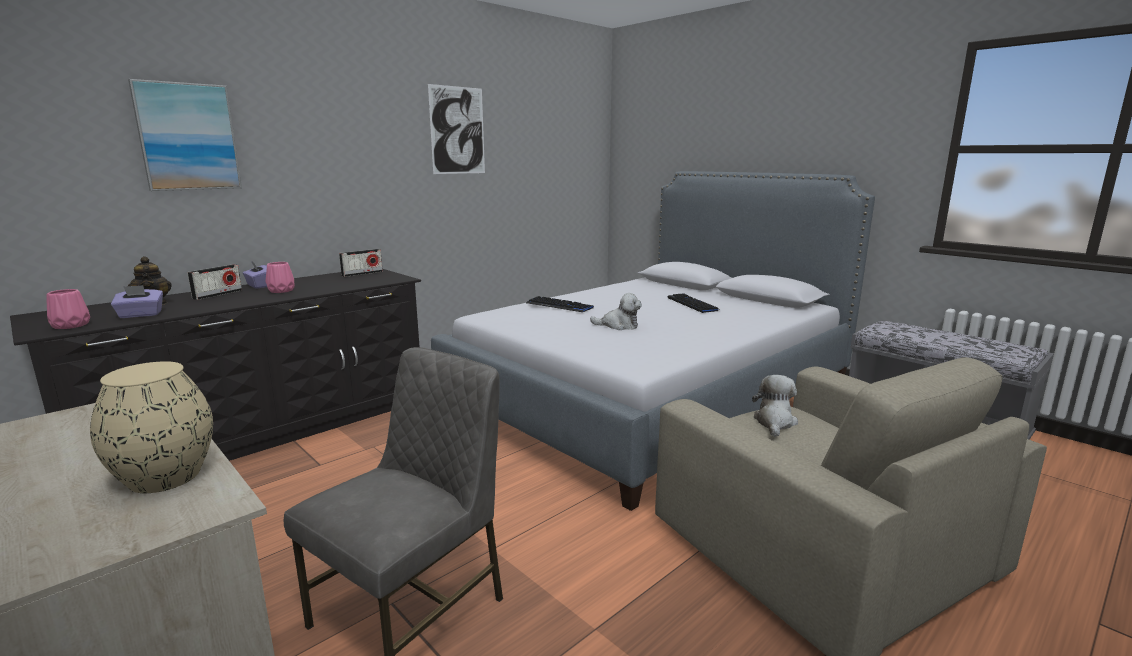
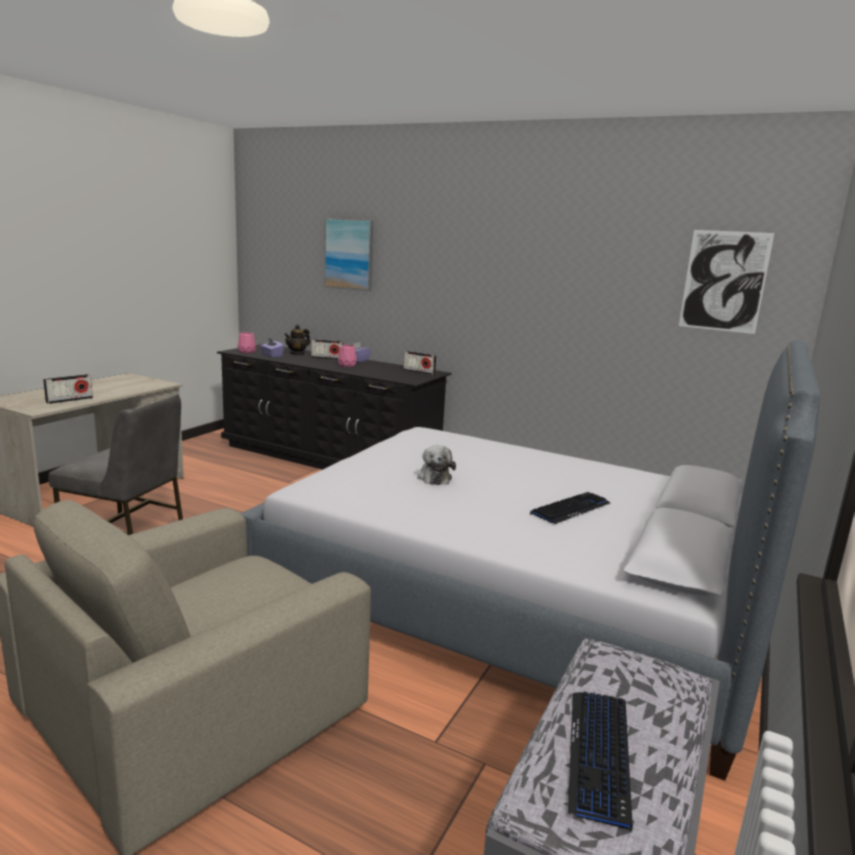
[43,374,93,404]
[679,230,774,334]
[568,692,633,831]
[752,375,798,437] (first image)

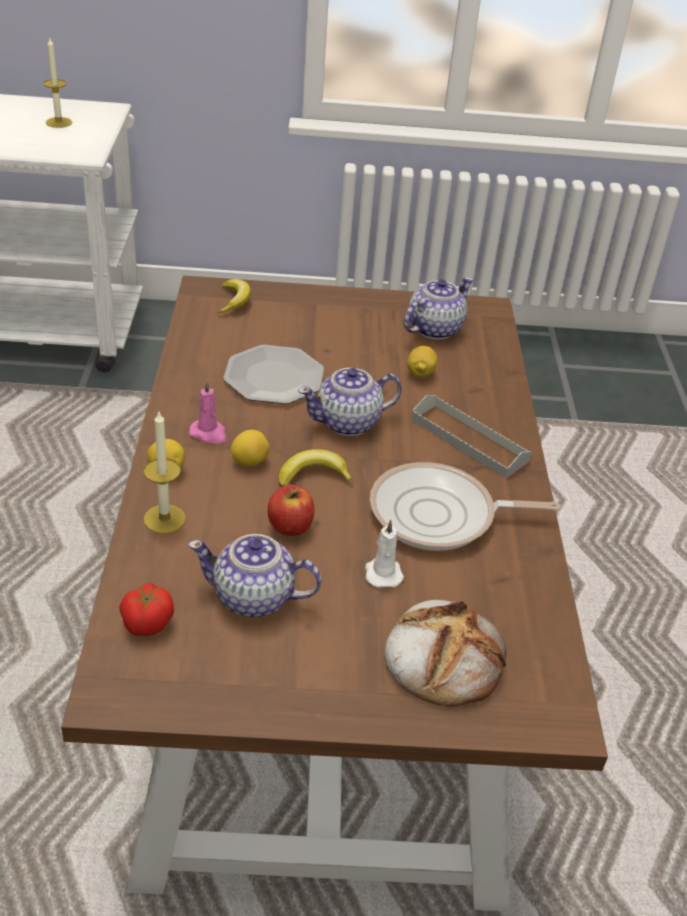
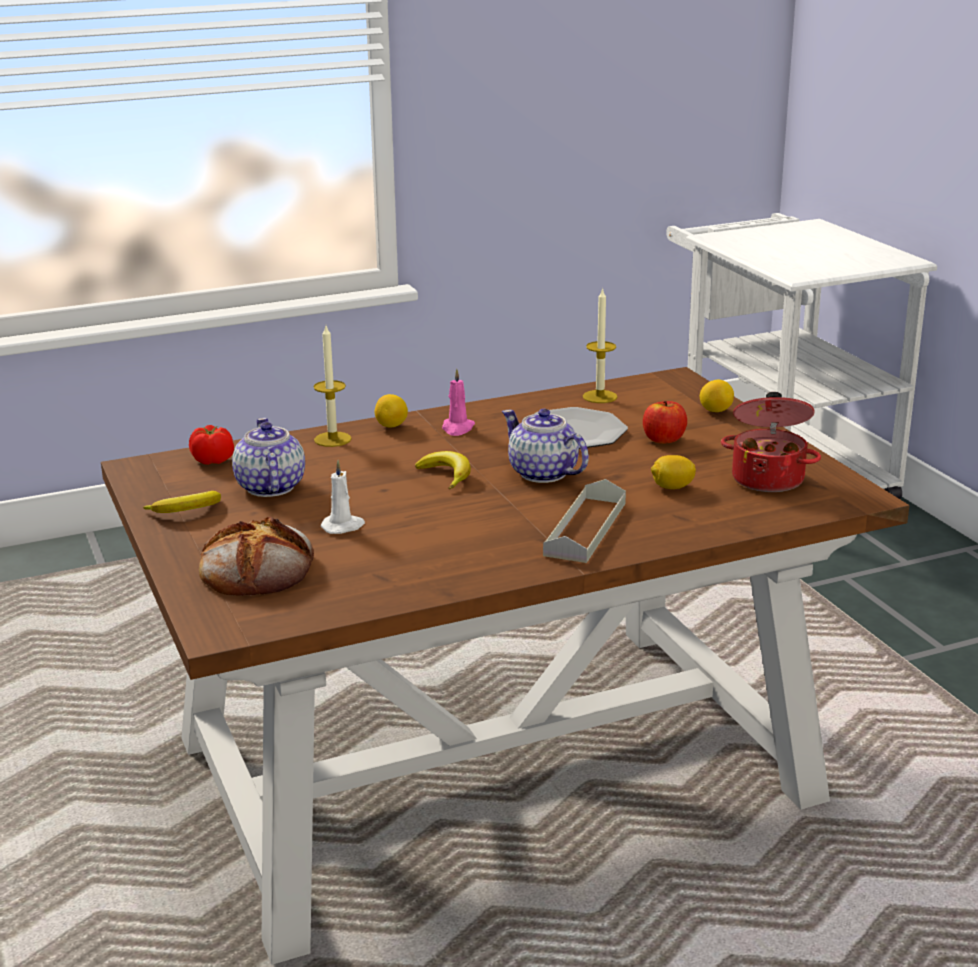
[583,287,617,403]
[143,491,221,513]
[700,380,734,412]
[643,401,687,444]
[370,462,560,551] (first image)
[721,392,821,492]

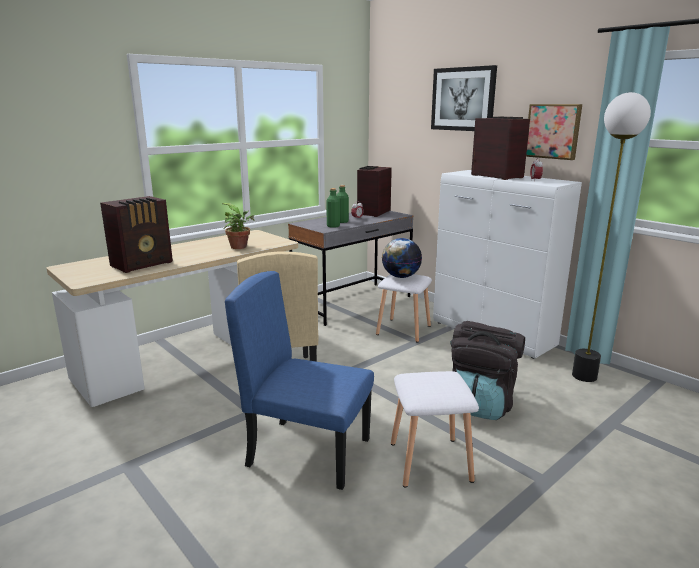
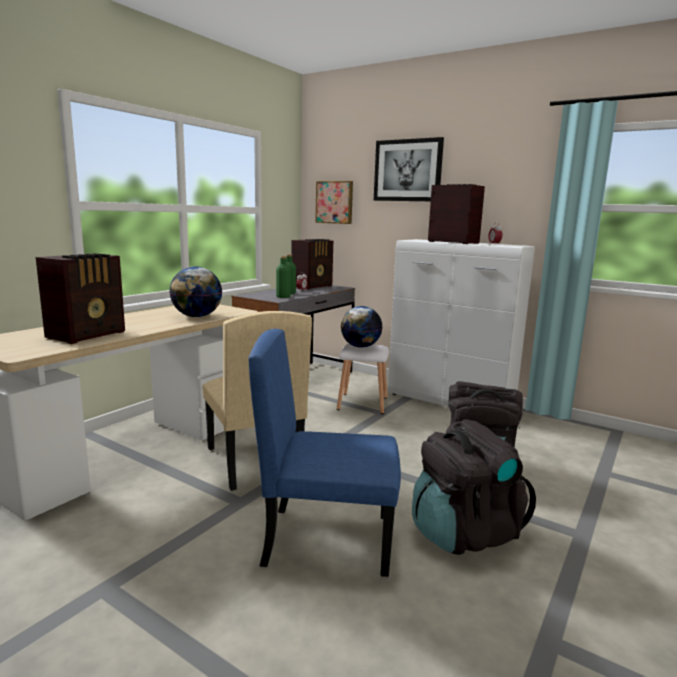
[169,266,222,317]
[291,239,333,289]
[412,419,536,555]
[315,181,353,224]
[572,92,651,382] (first image)

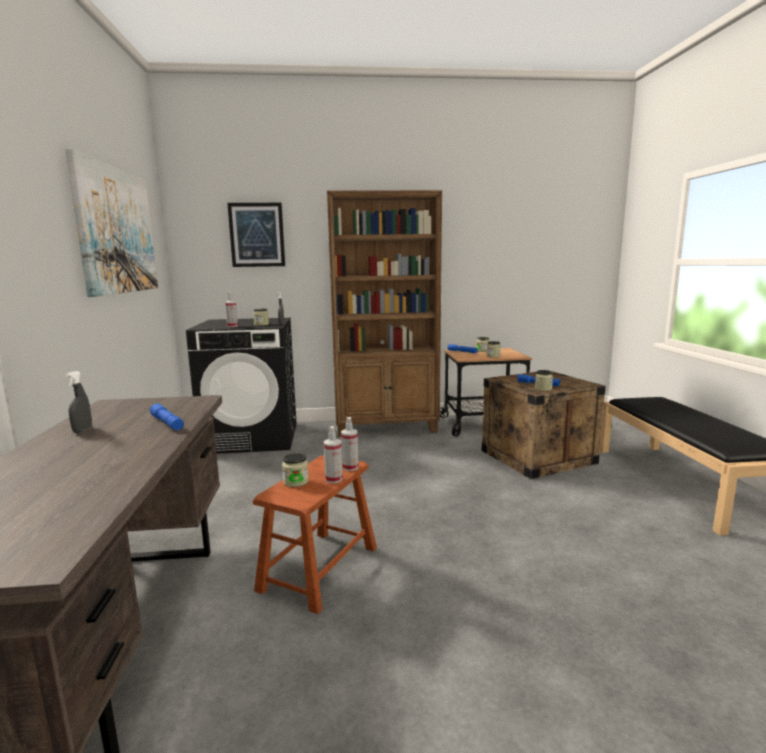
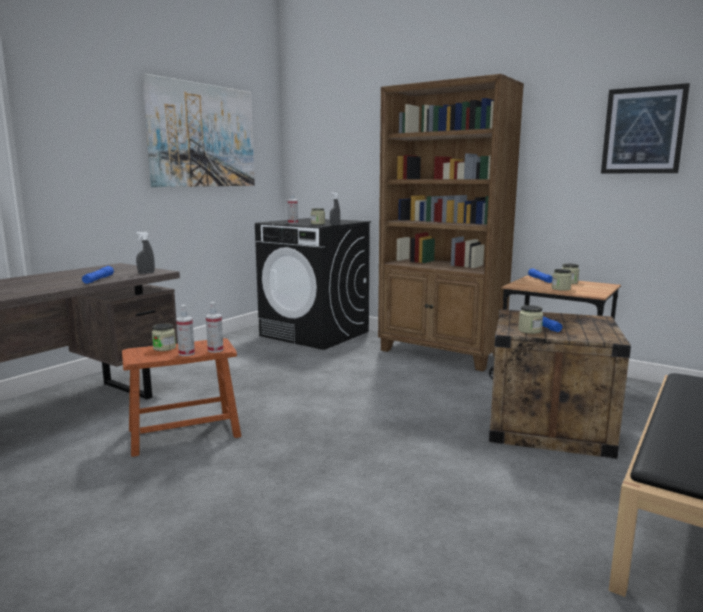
[136,231,155,274]
[601,83,690,174]

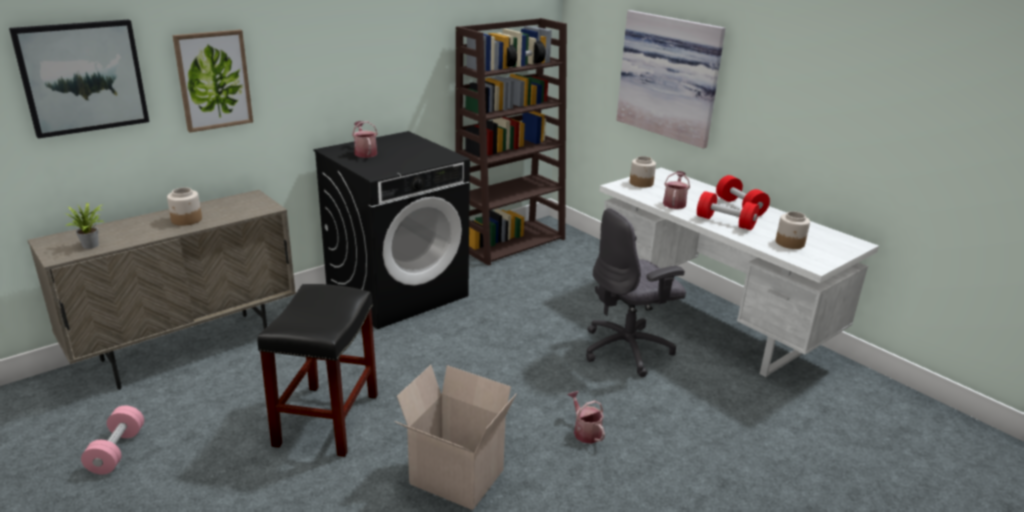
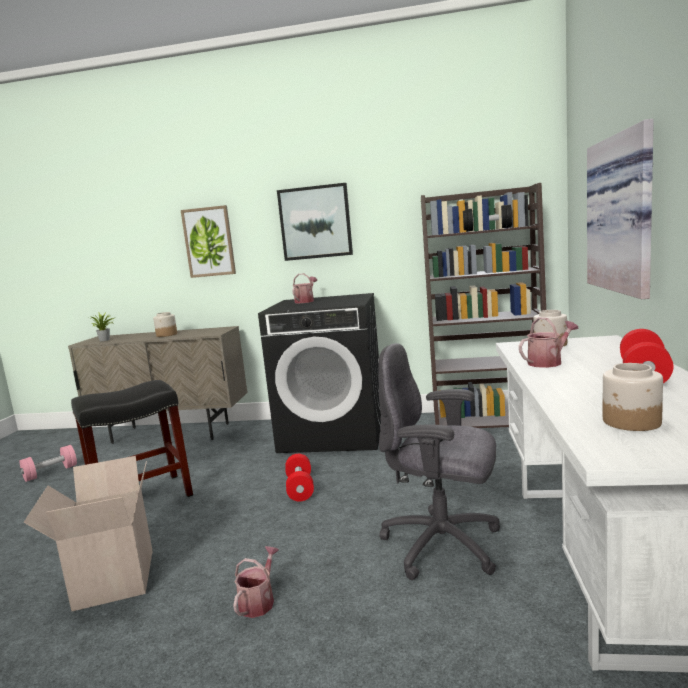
[277,183,353,261]
[285,454,314,501]

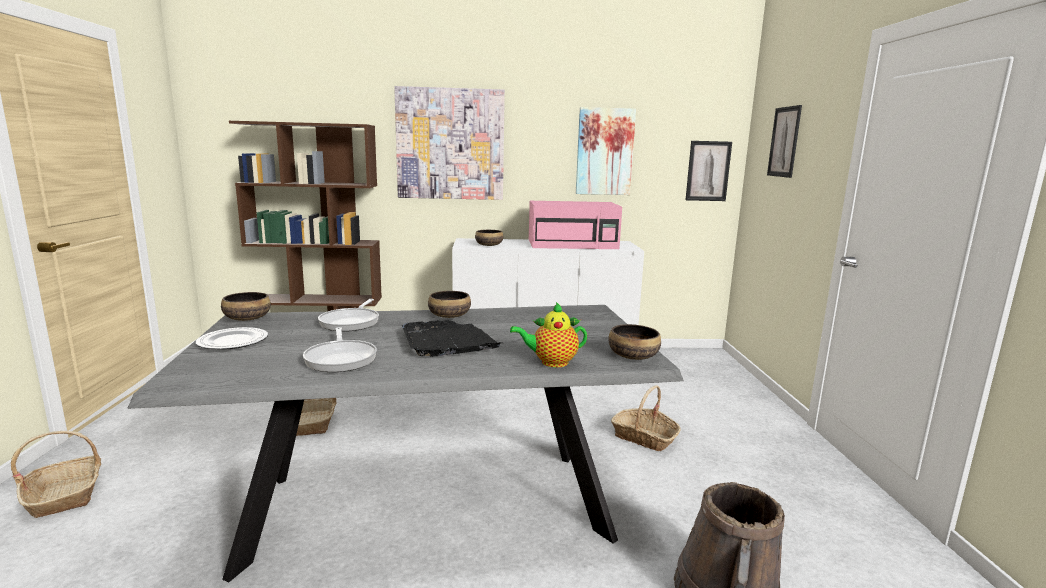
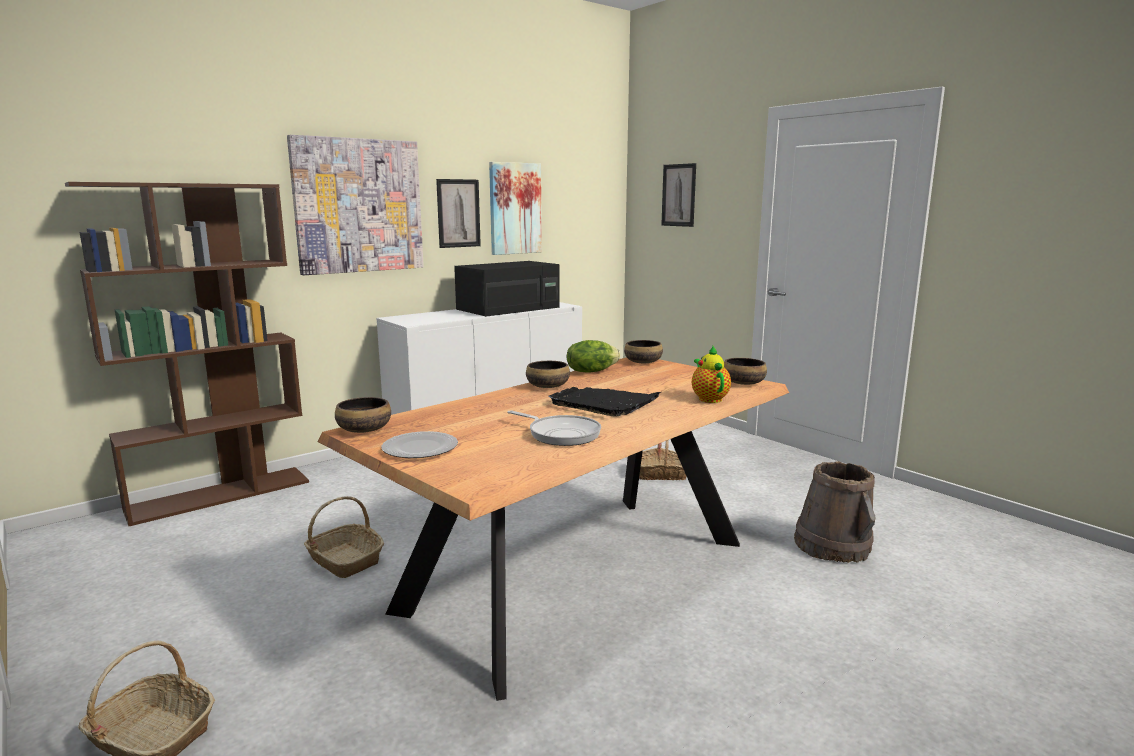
[317,357,789,701]
[318,299,379,332] (first image)
[624,340,663,363]
[692,346,731,403]
[454,261,560,317]
[436,179,481,248]
[567,340,620,373]

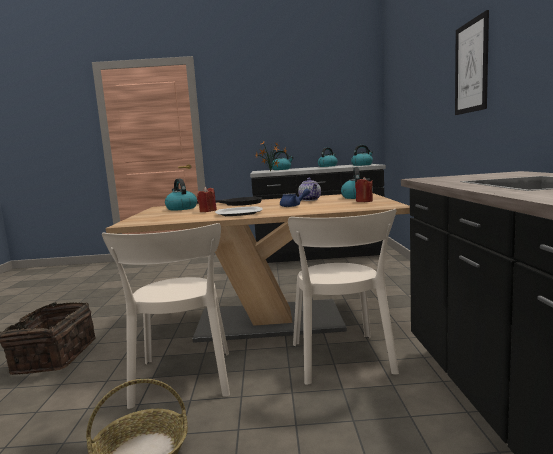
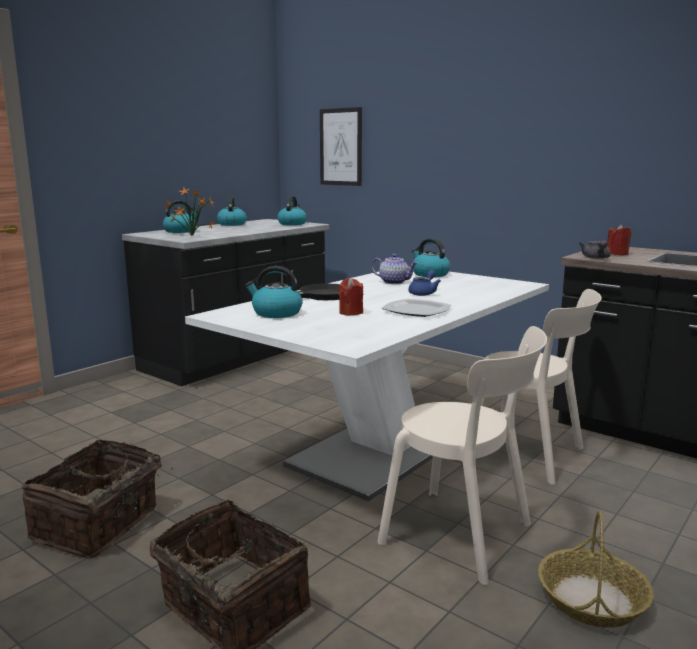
[185,266,549,501]
[607,224,631,255]
[320,107,362,186]
[22,439,173,559]
[579,240,611,259]

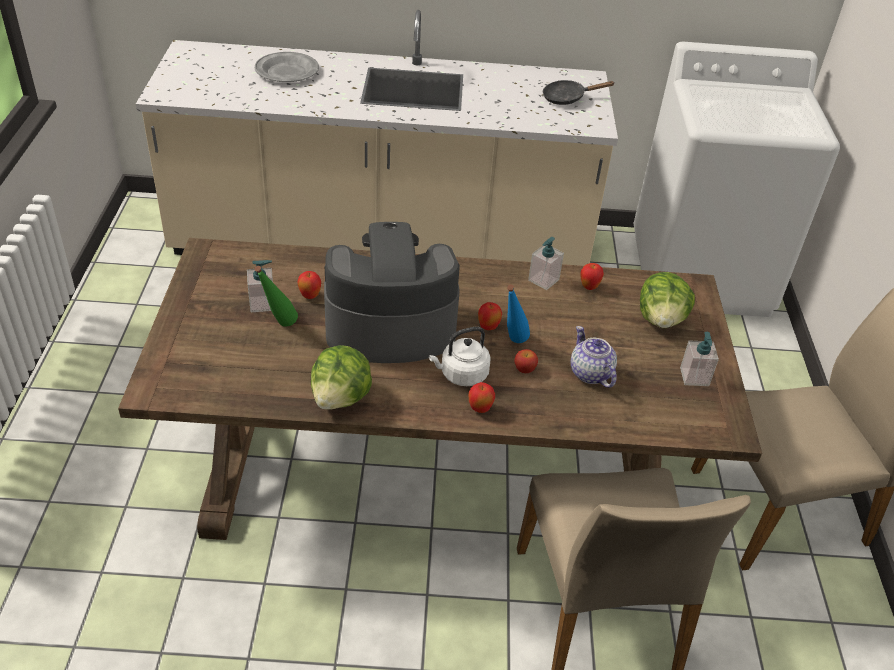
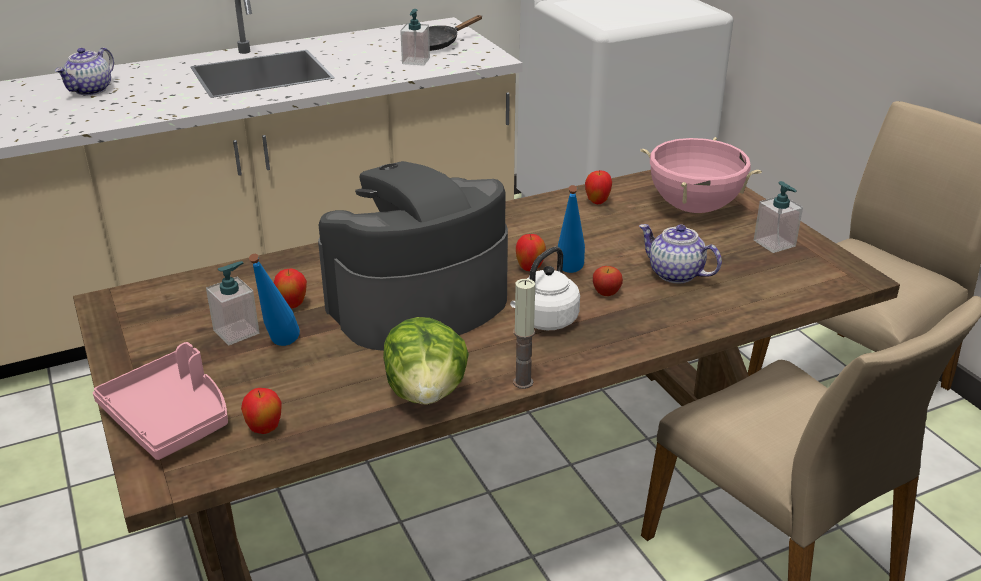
[249,254,300,346]
[55,48,114,95]
[241,388,282,434]
[400,9,430,66]
[640,137,762,213]
[93,342,228,460]
[513,279,535,389]

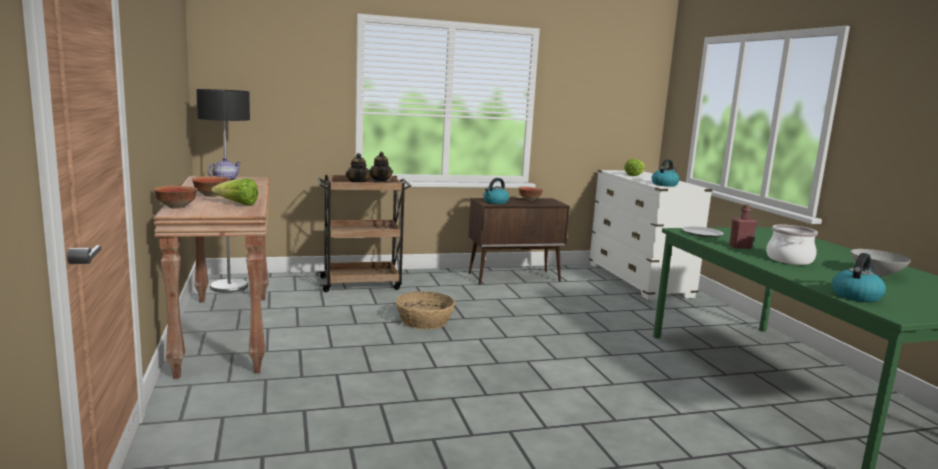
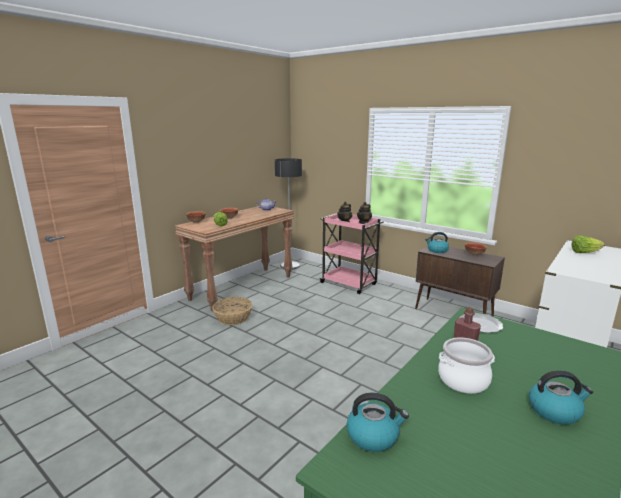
[319,213,384,294]
[212,297,253,325]
[529,370,593,424]
[851,249,911,276] (first image)

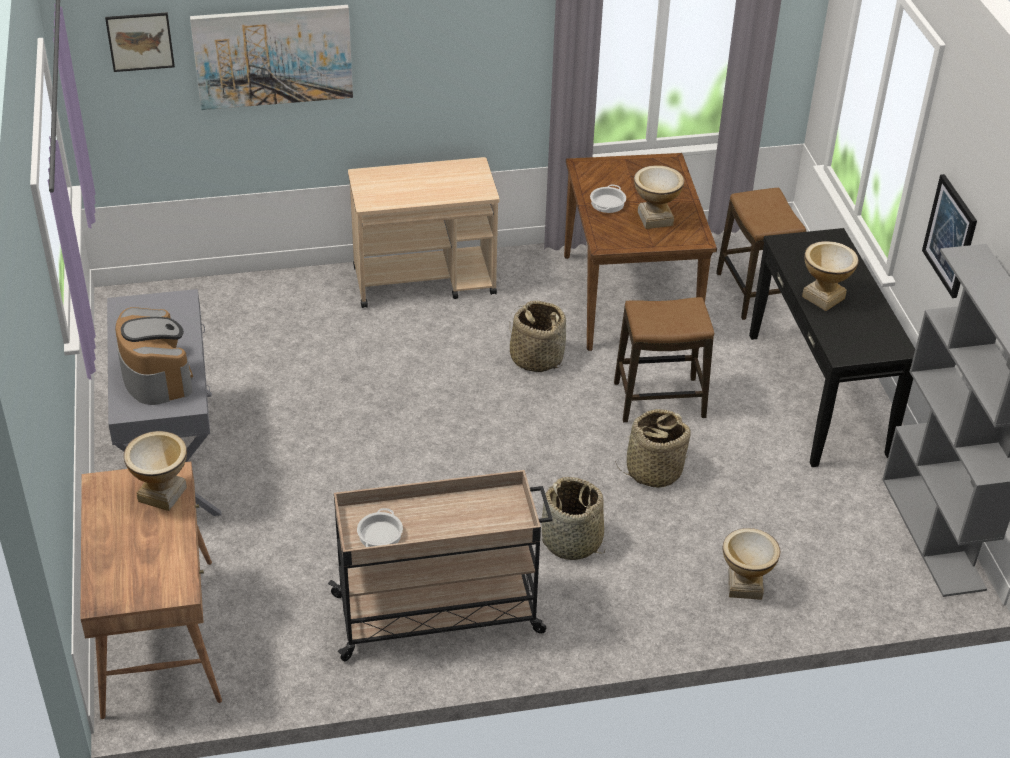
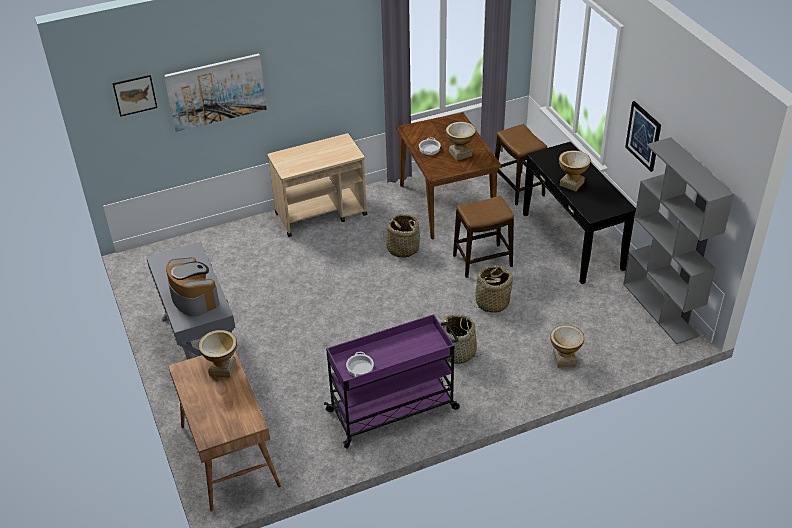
[324,314,460,448]

